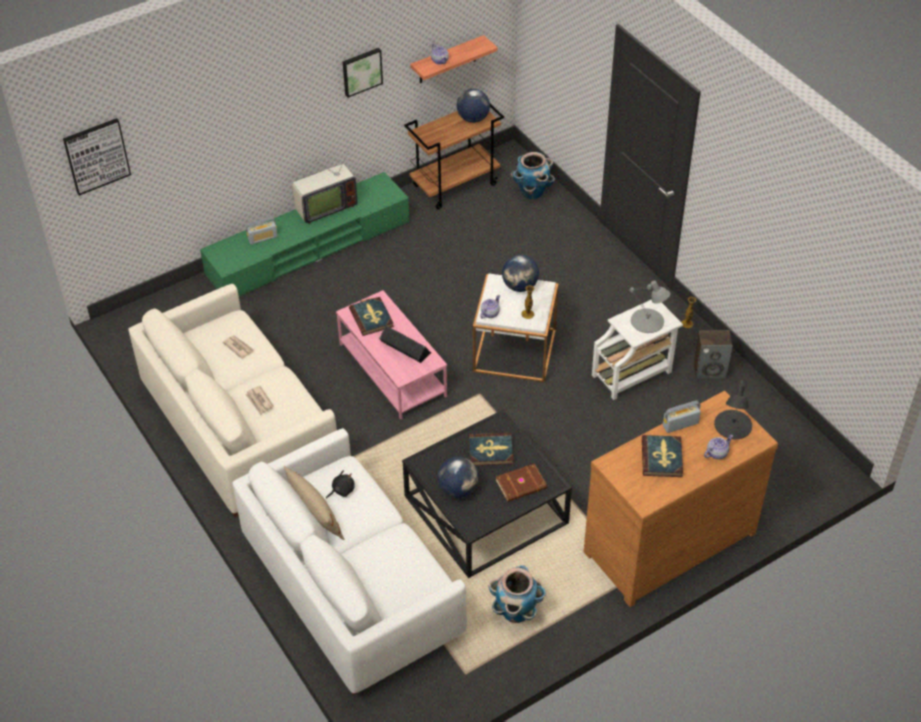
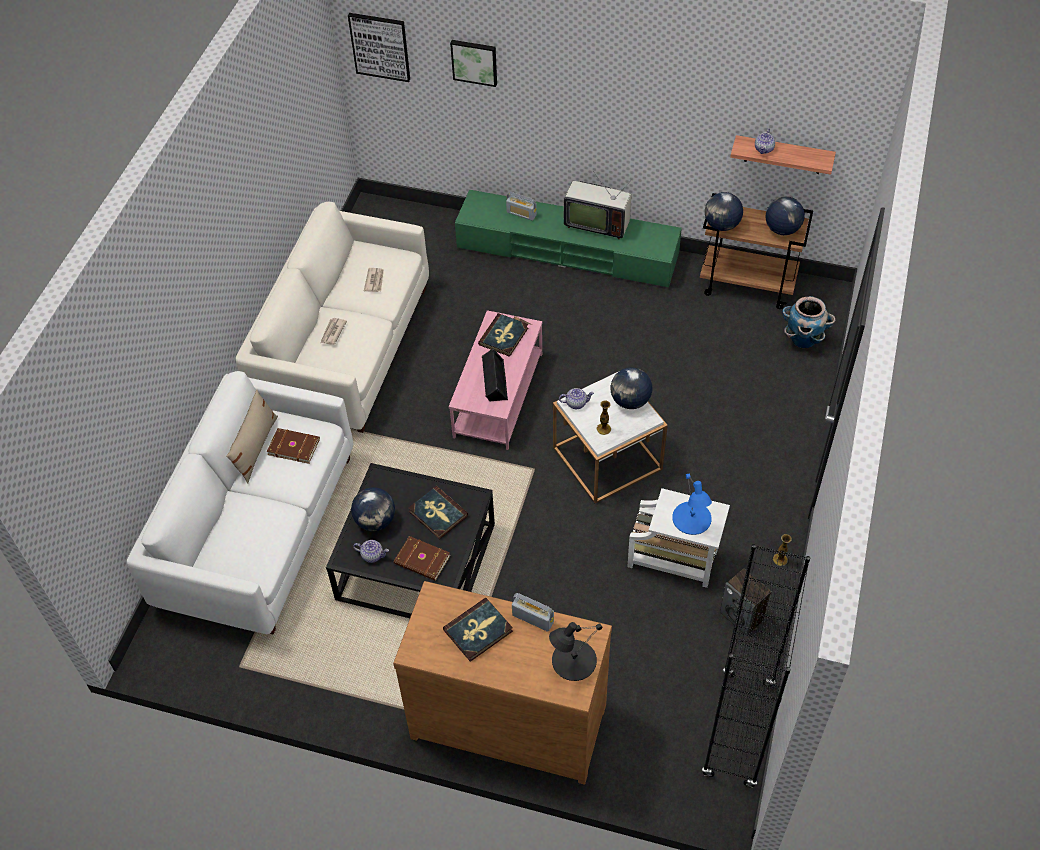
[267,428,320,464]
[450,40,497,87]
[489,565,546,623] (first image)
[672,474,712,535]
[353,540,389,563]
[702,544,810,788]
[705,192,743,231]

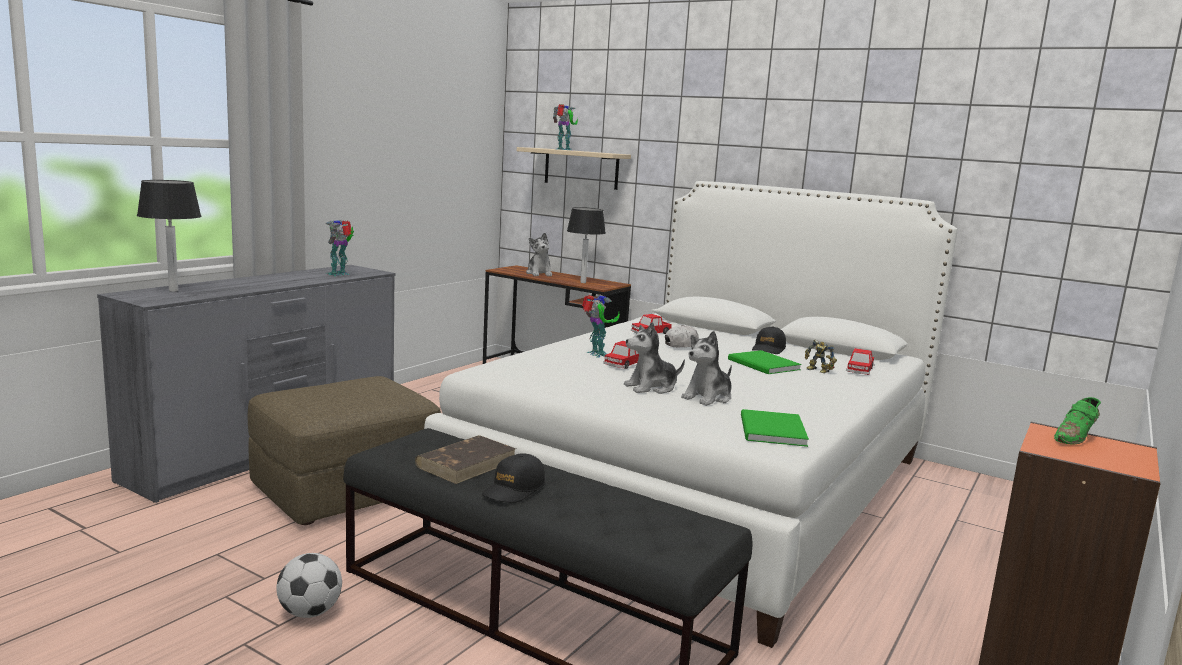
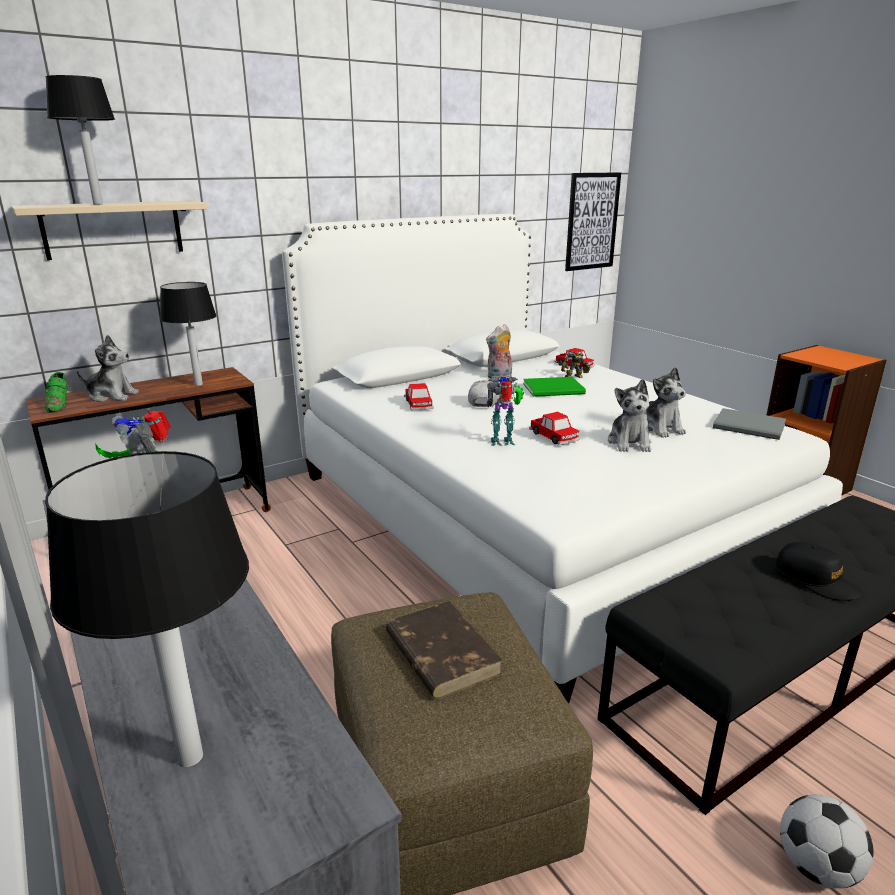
[386,601,503,699]
[45,75,115,205]
[713,408,786,440]
[486,324,512,379]
[45,372,68,412]
[565,172,621,271]

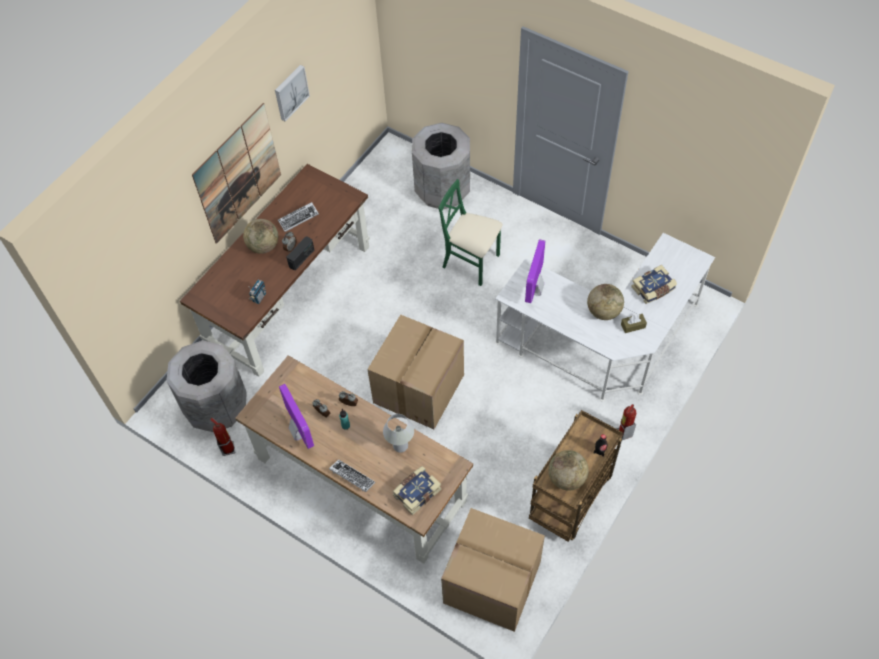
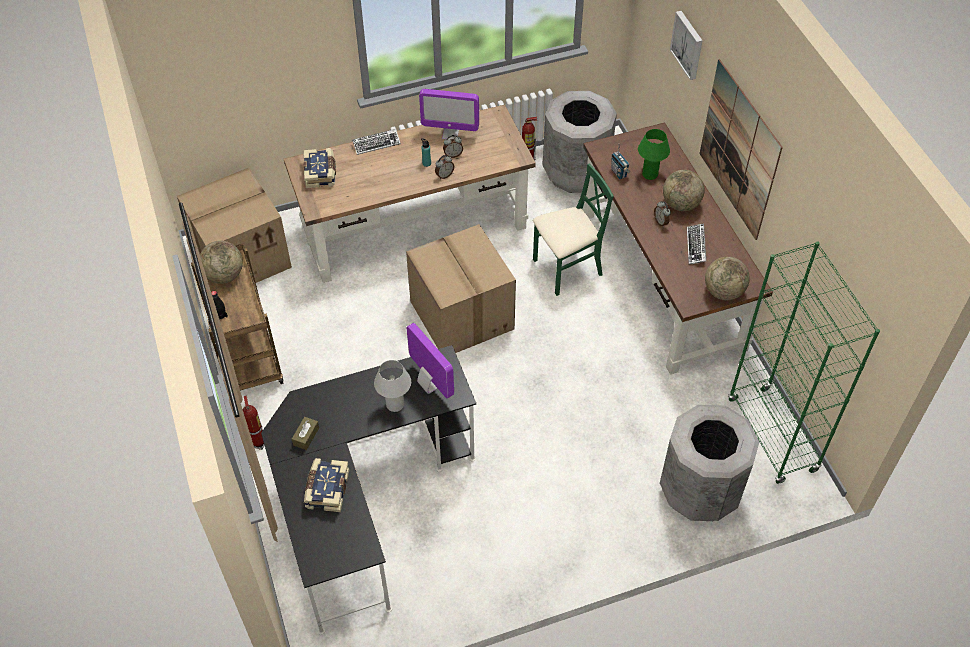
[670,11,703,80]
[286,237,314,271] (first image)
[374,360,411,412]
[533,163,614,296]
[261,345,476,635]
[705,257,750,300]
[638,129,670,180]
[728,241,880,484]

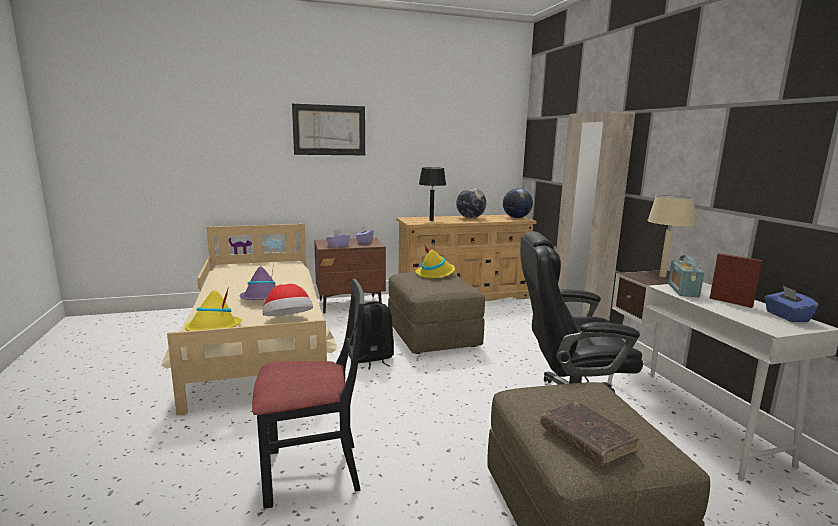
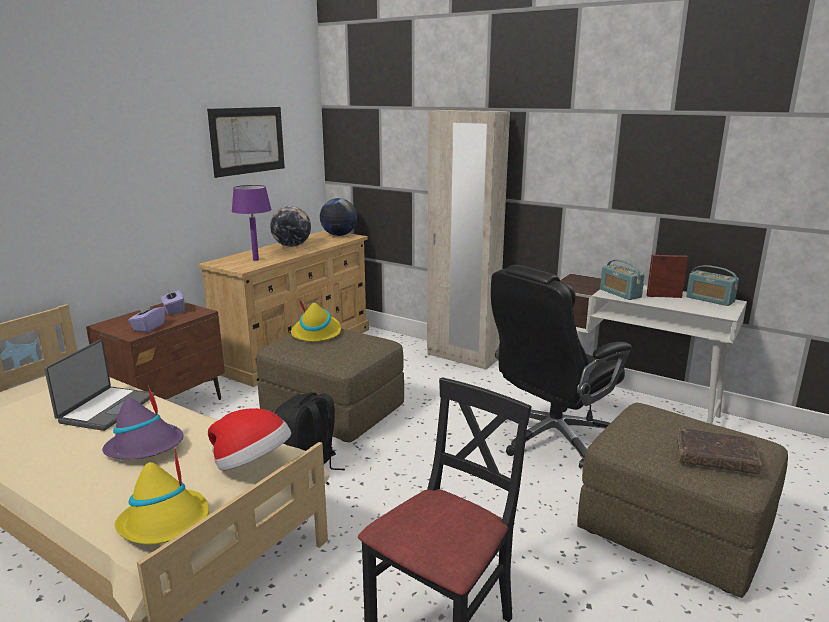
[207,107,285,178]
[232,185,272,261]
[647,195,695,277] (first image)
[686,265,739,306]
[44,340,154,431]

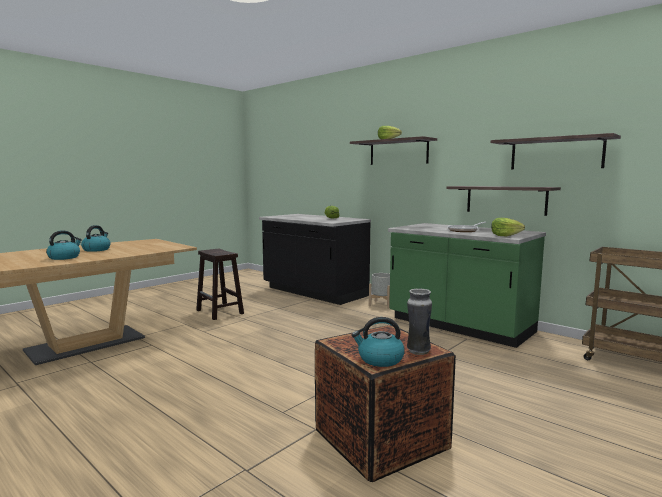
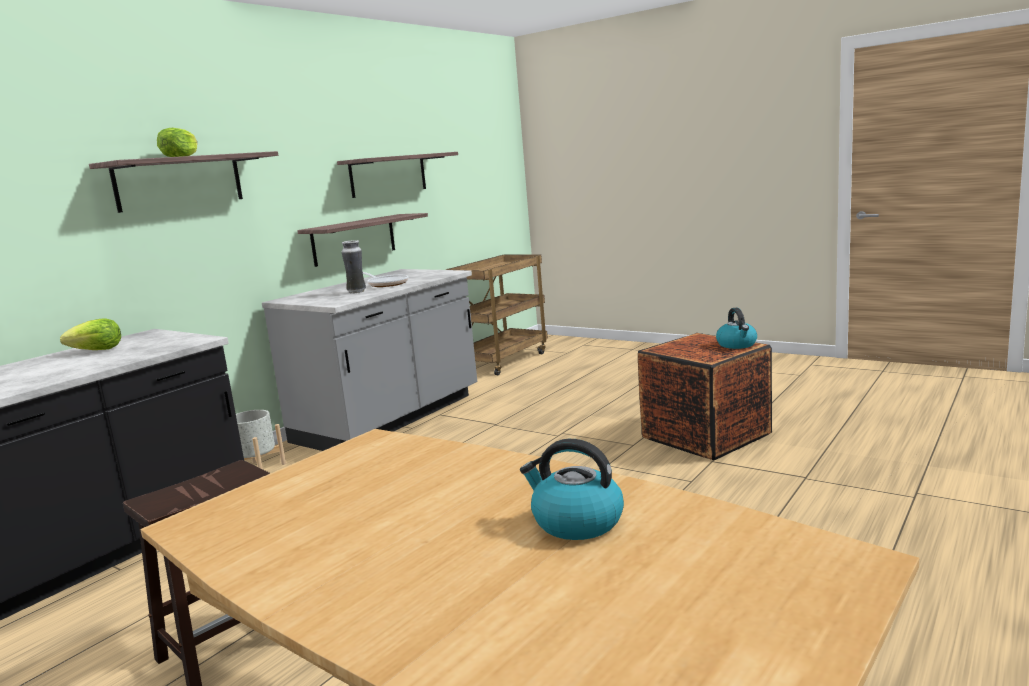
[81,225,111,252] (first image)
[262,269,477,451]
[342,240,366,293]
[491,218,525,236] (first image)

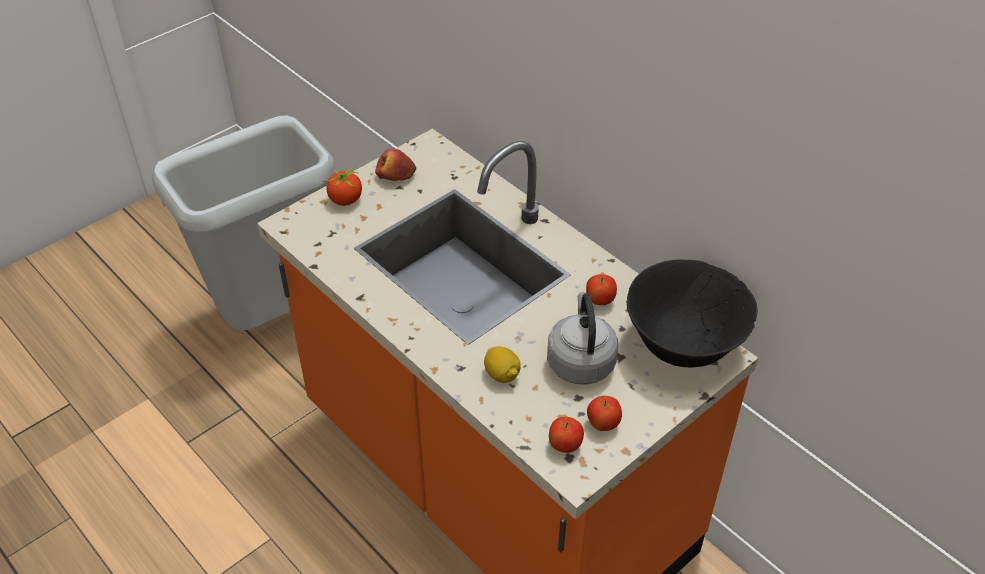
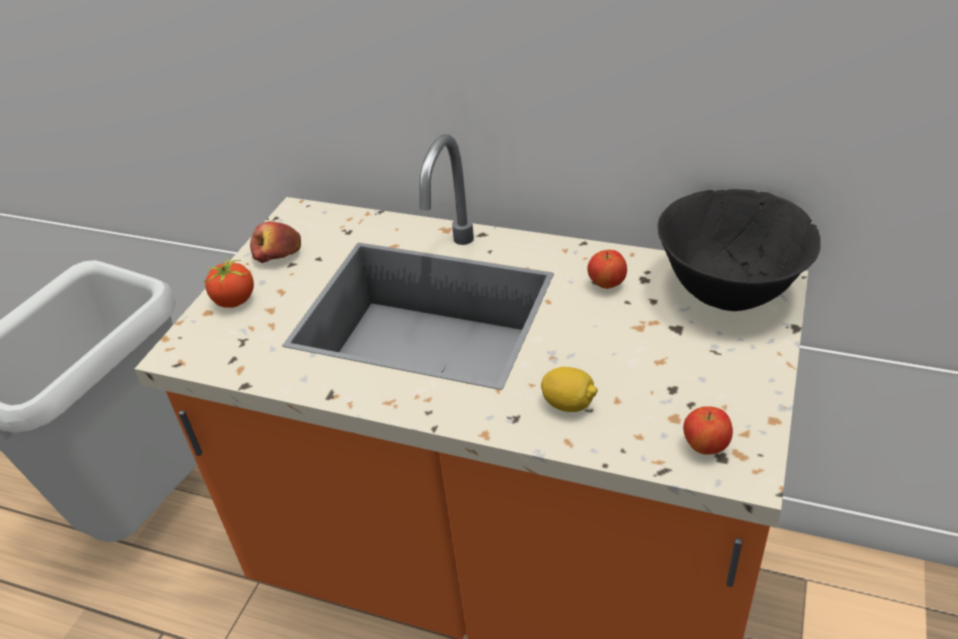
[547,292,618,385] (first image)
[587,396,622,431] (first image)

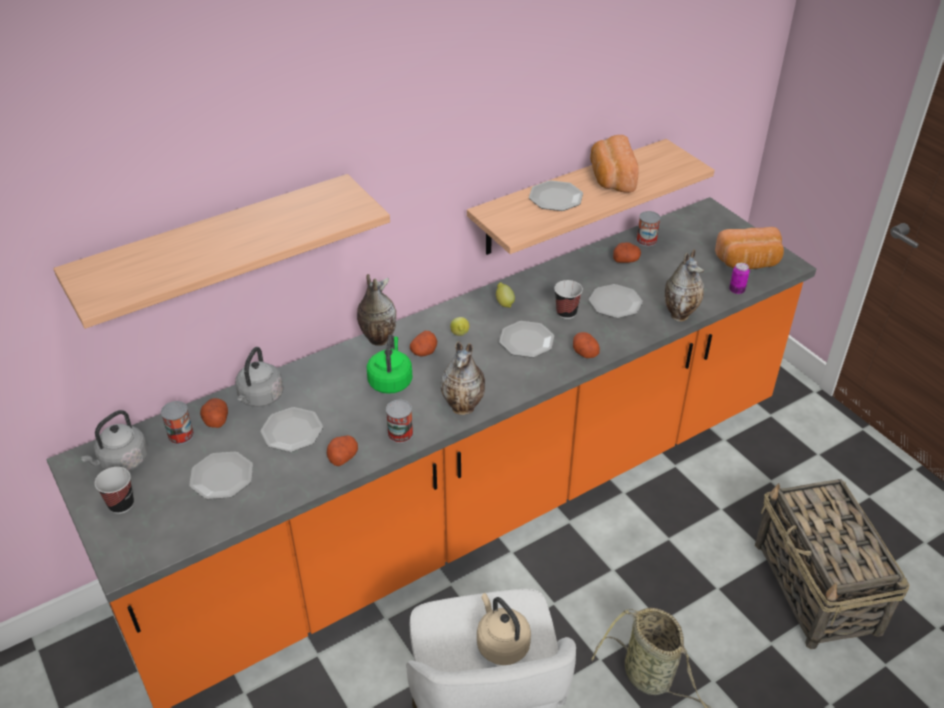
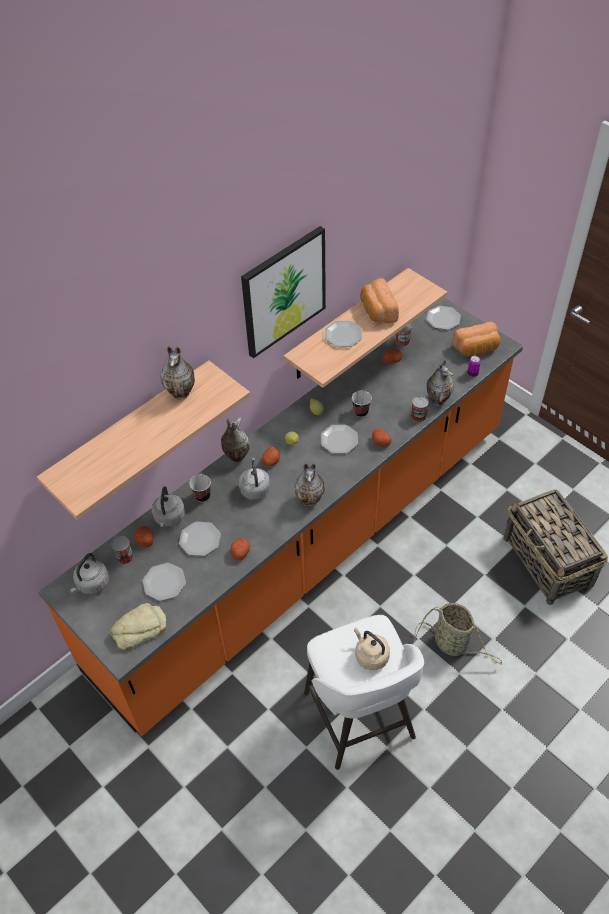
[189,474,211,502]
[239,458,271,500]
[411,396,429,422]
[426,306,461,330]
[110,603,167,650]
[161,346,195,399]
[241,226,326,358]

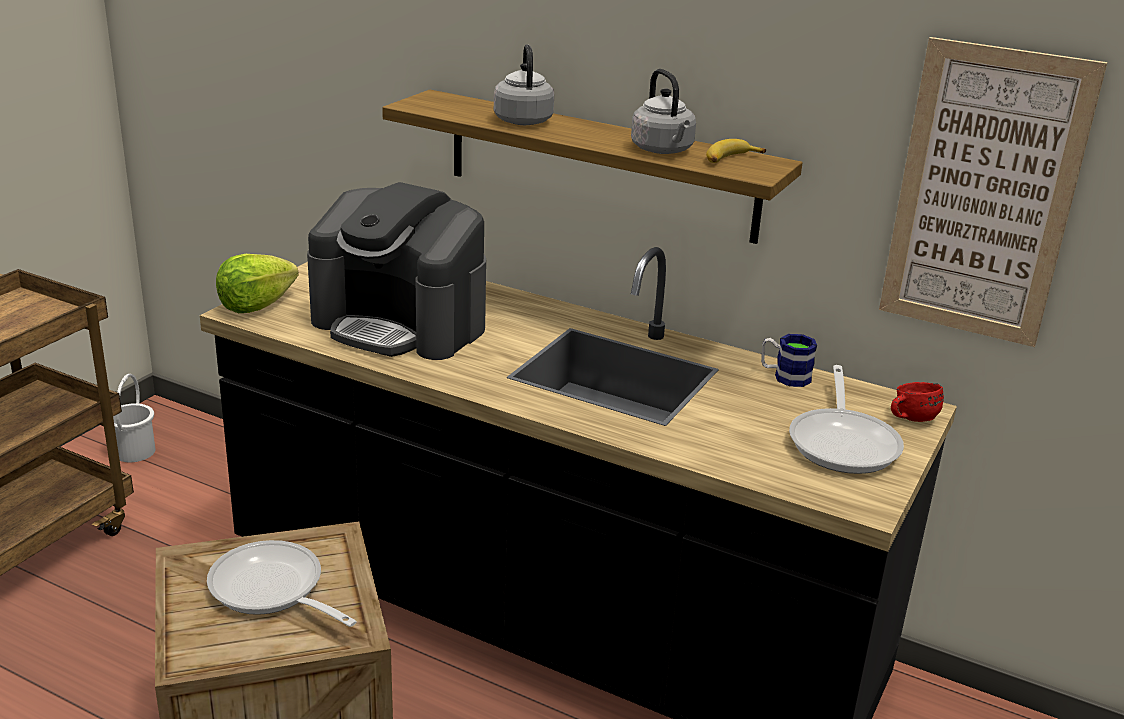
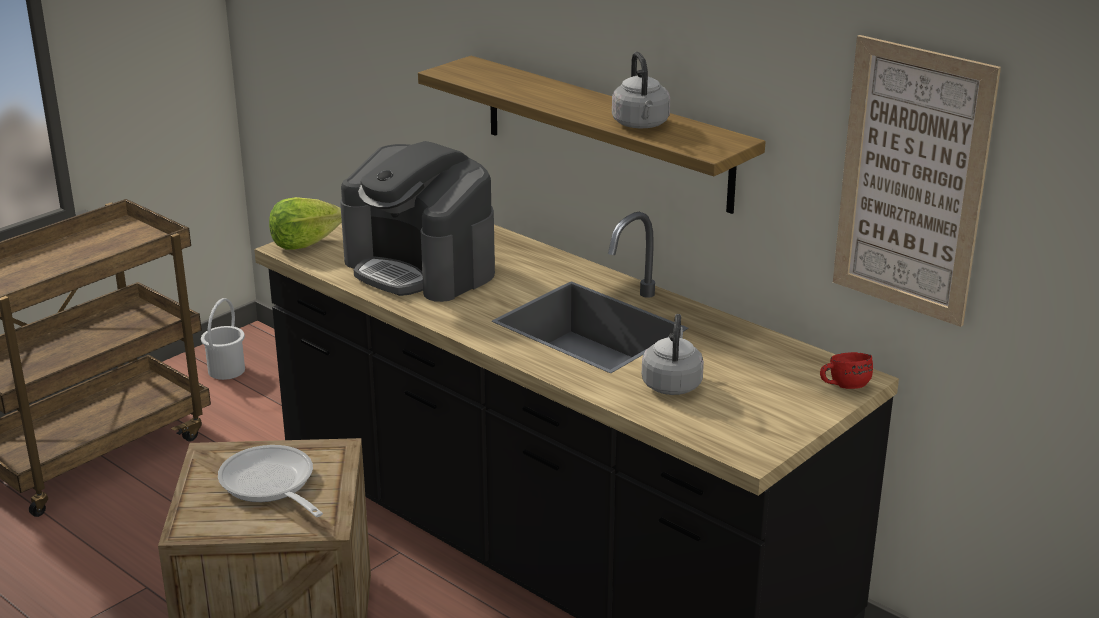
[642,314,704,395]
[706,139,766,163] (first image)
[761,334,817,387] (first image)
[789,365,904,474] (first image)

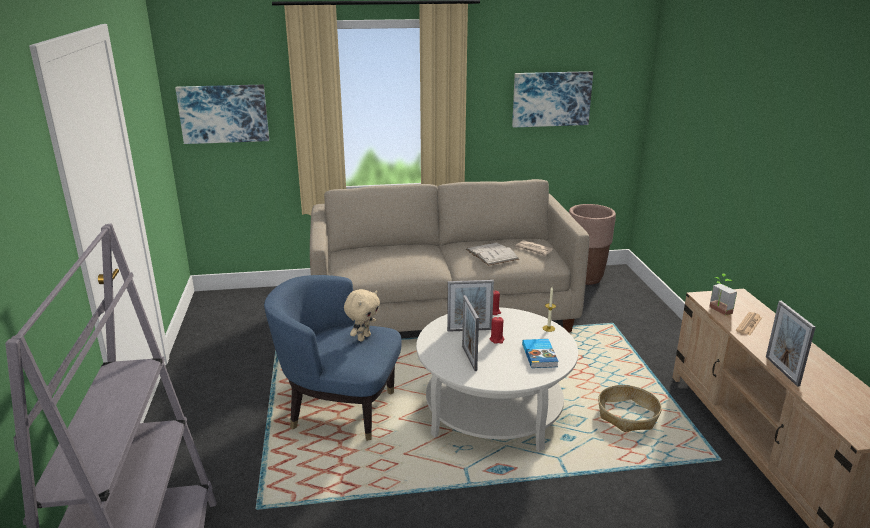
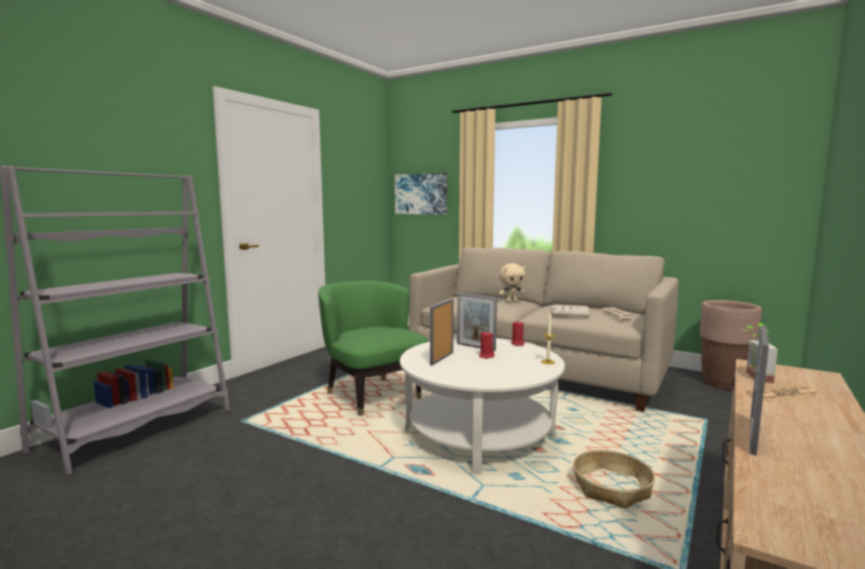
[318,281,428,416]
[499,263,525,303]
[512,71,593,127] (first image)
[522,339,559,368] (first image)

